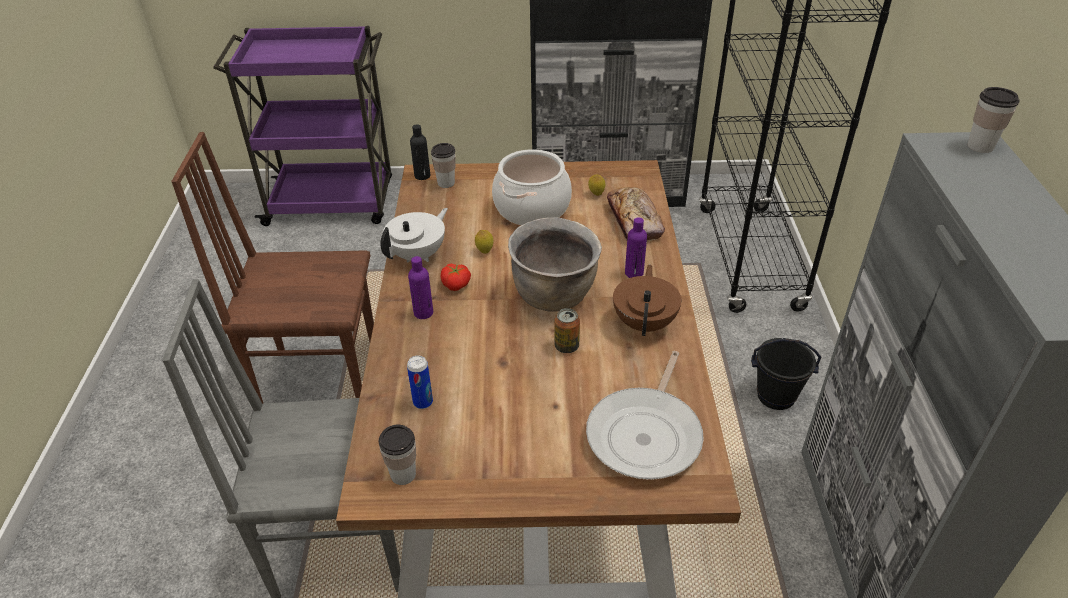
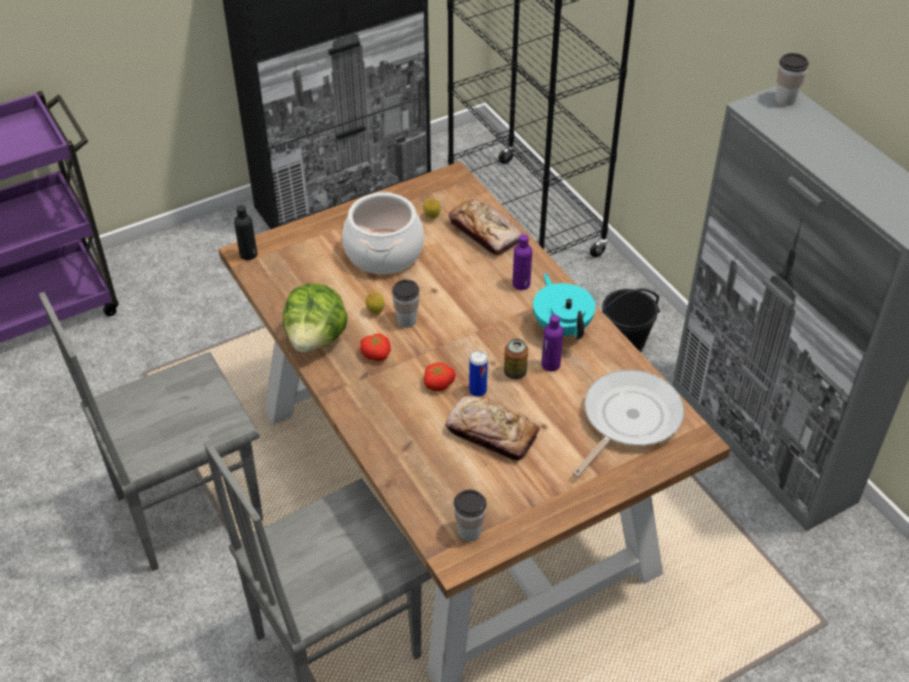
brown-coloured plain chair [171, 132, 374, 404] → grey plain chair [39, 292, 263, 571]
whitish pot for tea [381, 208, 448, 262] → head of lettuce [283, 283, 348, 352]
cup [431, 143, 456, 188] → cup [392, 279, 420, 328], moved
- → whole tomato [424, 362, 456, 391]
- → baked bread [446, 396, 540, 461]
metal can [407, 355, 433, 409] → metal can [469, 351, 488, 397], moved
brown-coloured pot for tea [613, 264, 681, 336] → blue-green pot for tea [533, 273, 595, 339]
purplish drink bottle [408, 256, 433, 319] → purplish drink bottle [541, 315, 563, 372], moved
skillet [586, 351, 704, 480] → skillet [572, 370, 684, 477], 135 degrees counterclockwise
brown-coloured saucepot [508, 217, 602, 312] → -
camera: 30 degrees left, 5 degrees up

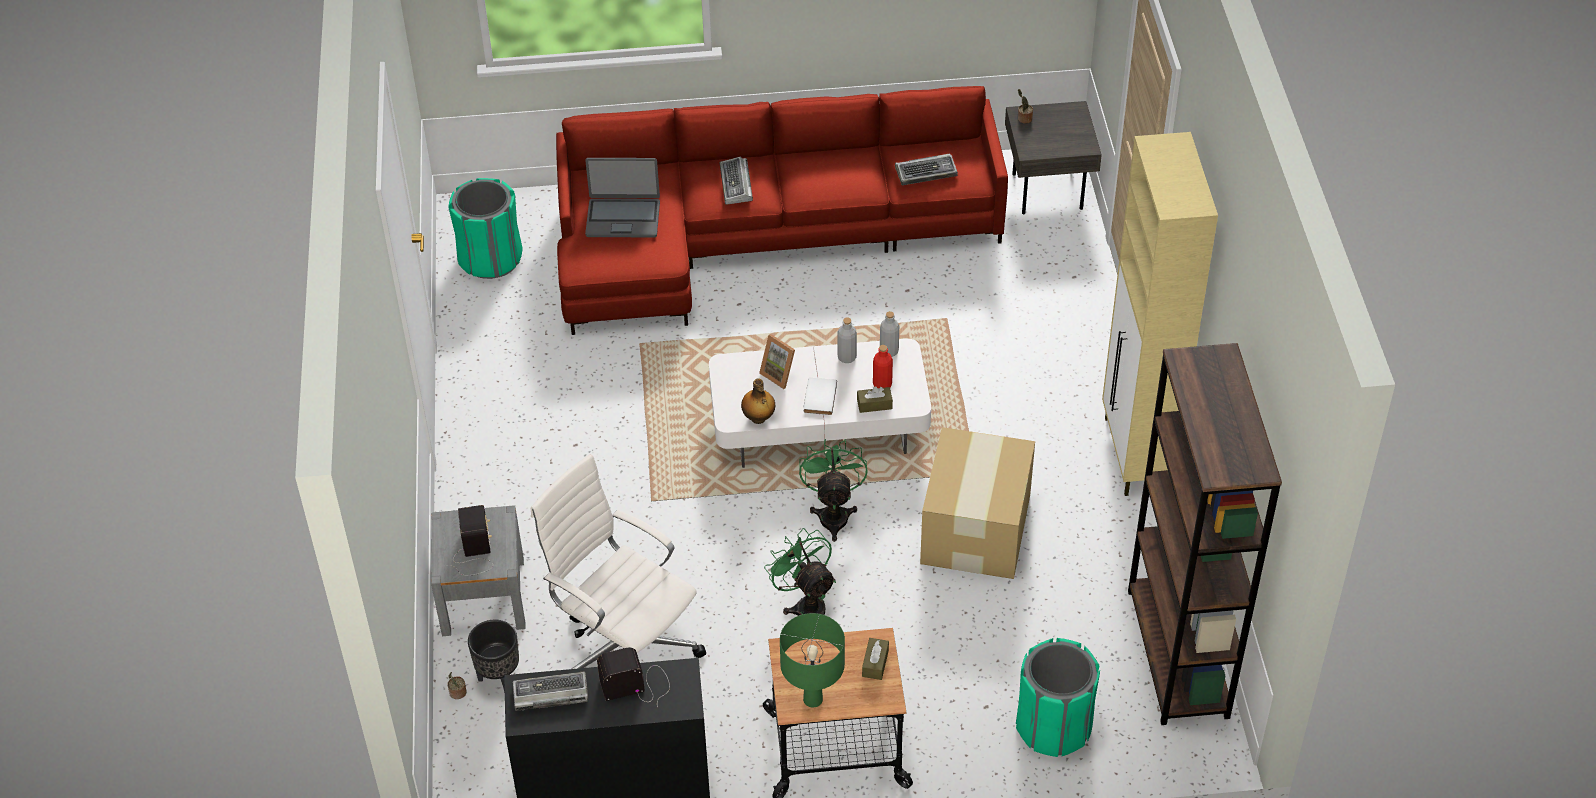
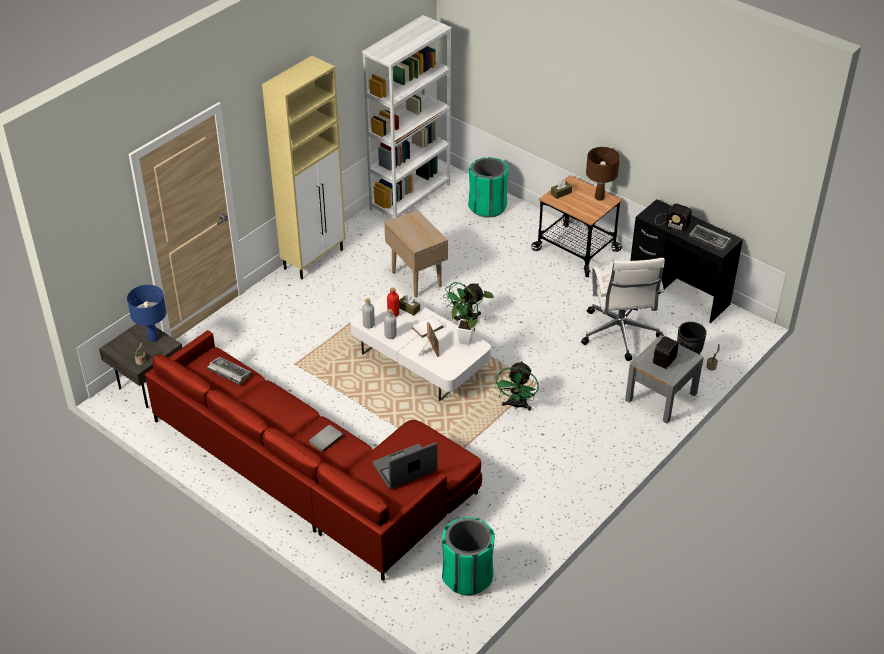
- → blue tabletop lamp [127, 285, 167, 342]
PC keyboard [720, 157, 753, 205] → grey volume [309, 425, 344, 453]
brown-coloured shelving unit [1128, 343, 1282, 725] → whitish shelving unit [362, 15, 451, 218]
portable computer [585, 158, 660, 237] → portable computer [372, 442, 438, 489], 75 degrees counterclockwise
carton [920, 427, 1035, 579] → sand-coloured accent table [384, 209, 448, 297]
drink bottle [741, 379, 775, 424] → houseplant [451, 290, 494, 345]
green cooling fan [764, 528, 836, 616] → green cooling fan [495, 361, 539, 411], moved
green tabletop lamp [780, 613, 845, 708] → brown-coloured tabletop lamp [586, 147, 620, 201]
camera: 135 degrees left, 5 degrees down

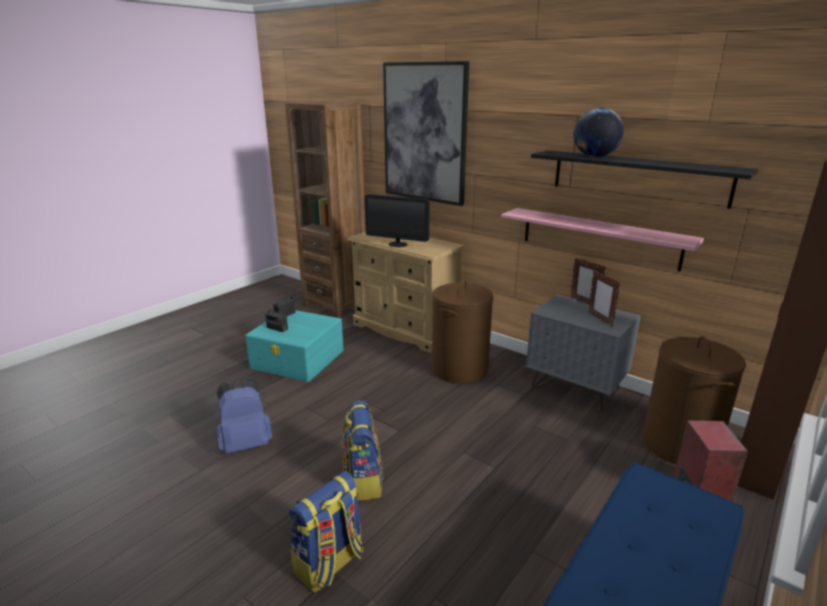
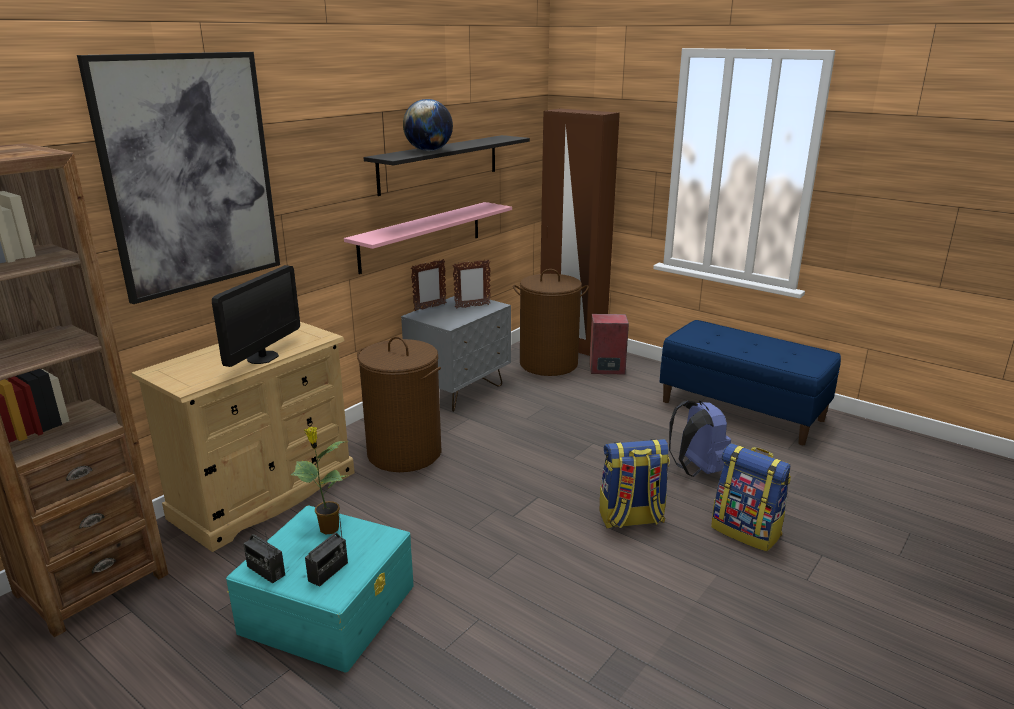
- → houseplant [291, 427, 349, 535]
blue knapsack [216, 377, 272, 454] → blue knapsack [669, 401, 731, 477], moved
camera: 90 degrees left, 0 degrees up

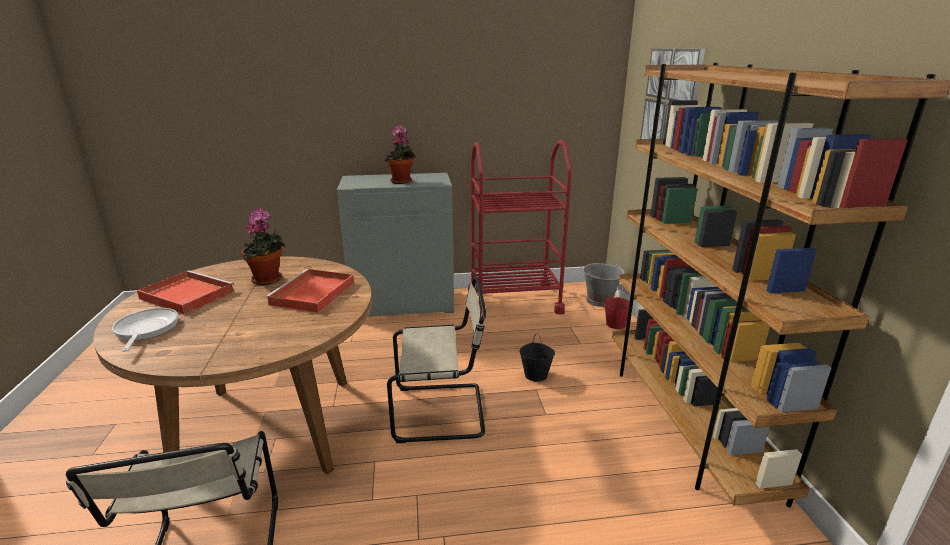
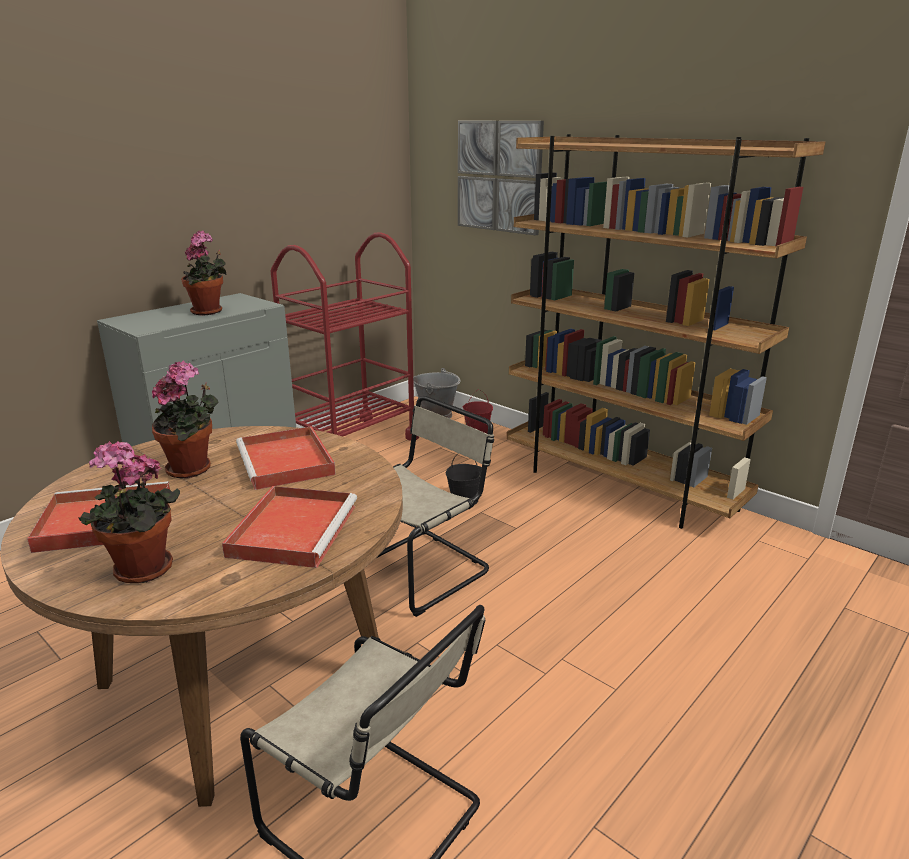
skillet [112, 308, 178, 352] → houseplant [78, 441, 180, 583]
- → red carrying tray [222, 486, 357, 568]
camera: 40 degrees left, 0 degrees up

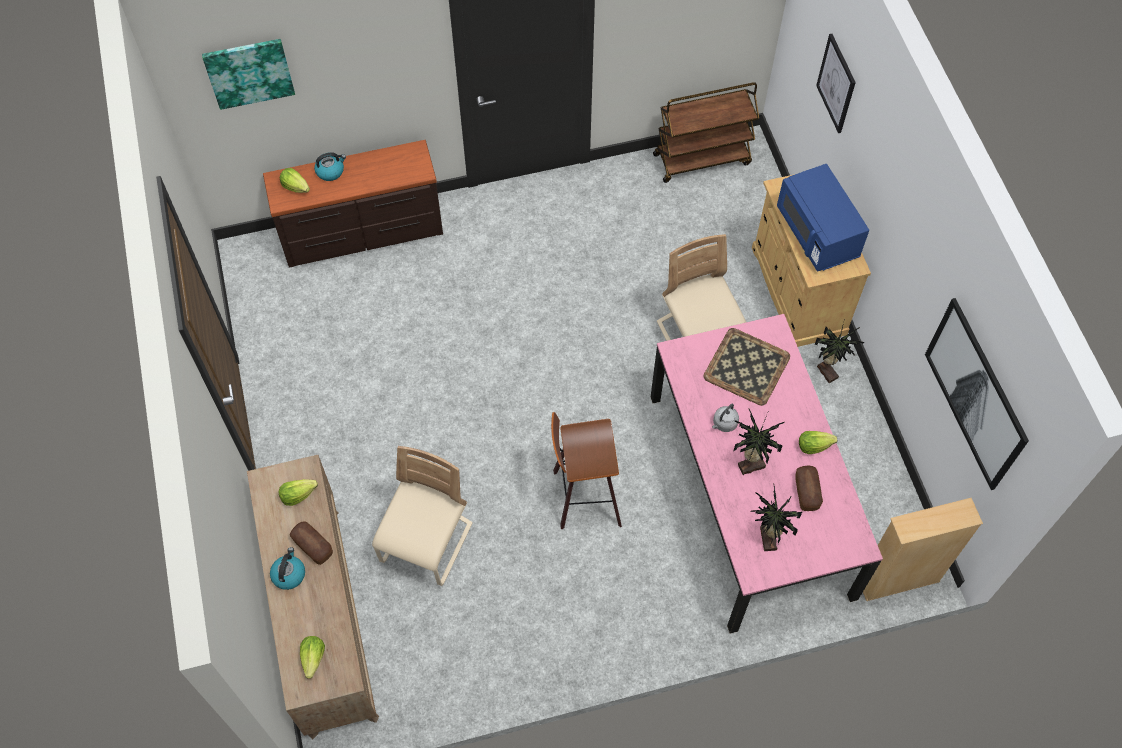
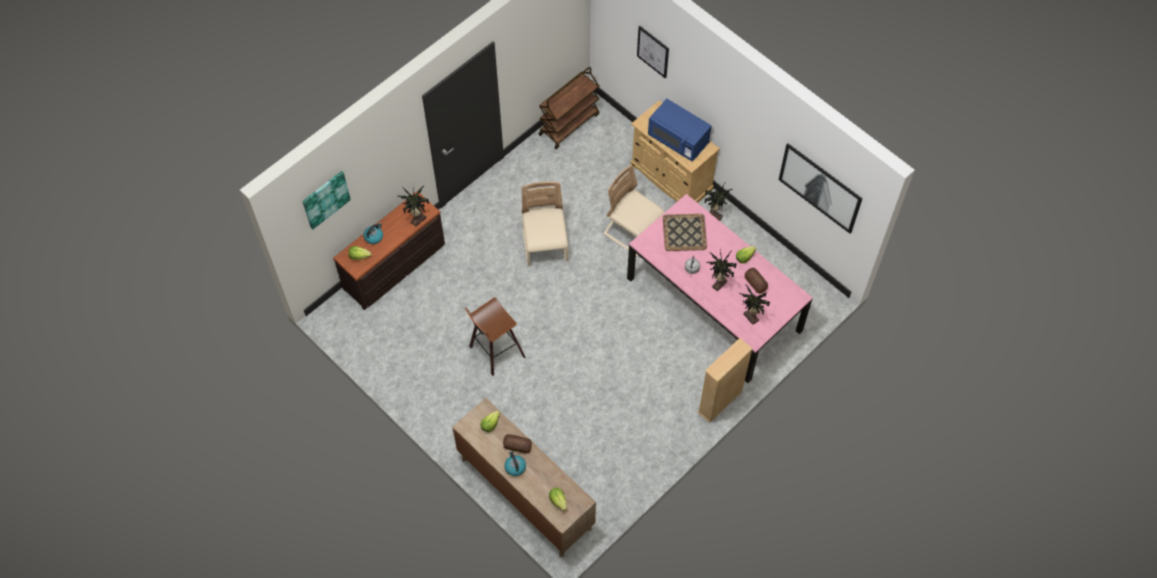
- → houseplant [397, 186, 429, 226]
stool [551, 412, 622, 529] → stool [465, 297, 526, 376], moved
sand-coloured plain chair [372, 446, 473, 586] → sand-coloured plain chair [522, 182, 568, 266], moved
sand-coloured shelving unit [863, 498, 983, 601] → sand-coloured shelving unit [698, 338, 753, 423], moved
camera: 30 degrees left, 0 degrees up

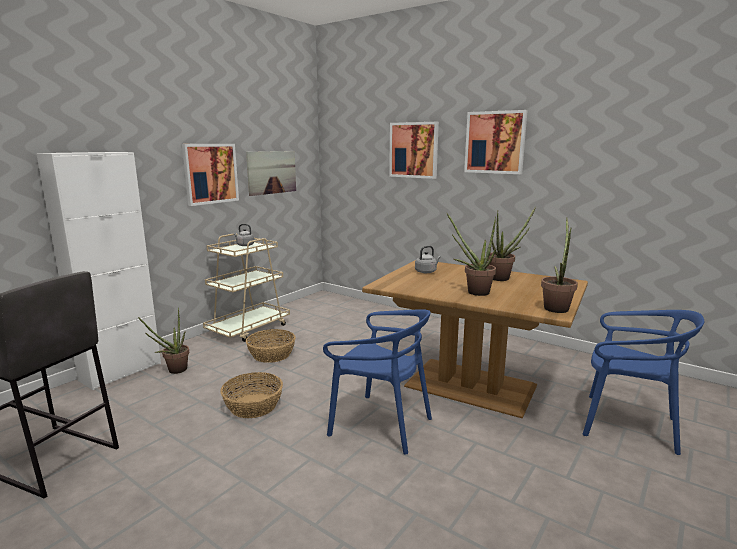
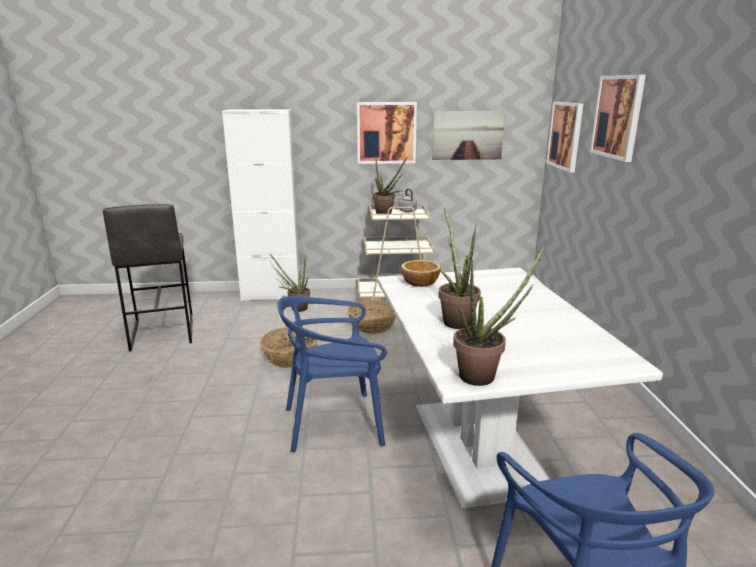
blue plain chair [323, 309, 432, 455] → blue plain chair [277, 296, 387, 452], 90 degrees clockwise
houseplant [488, 207, 536, 281] → houseplant [373, 156, 408, 214], moved
brown-coloured kitchen table [362, 260, 588, 418] → whitish kitchen table [377, 268, 663, 509]
- → serving bowl [401, 260, 441, 287]
wall picture [464, 110, 528, 174] → wall picture [546, 102, 583, 173], moved
grey kettle [415, 246, 441, 273] → -
camera: 50 degrees right, 5 degrees up

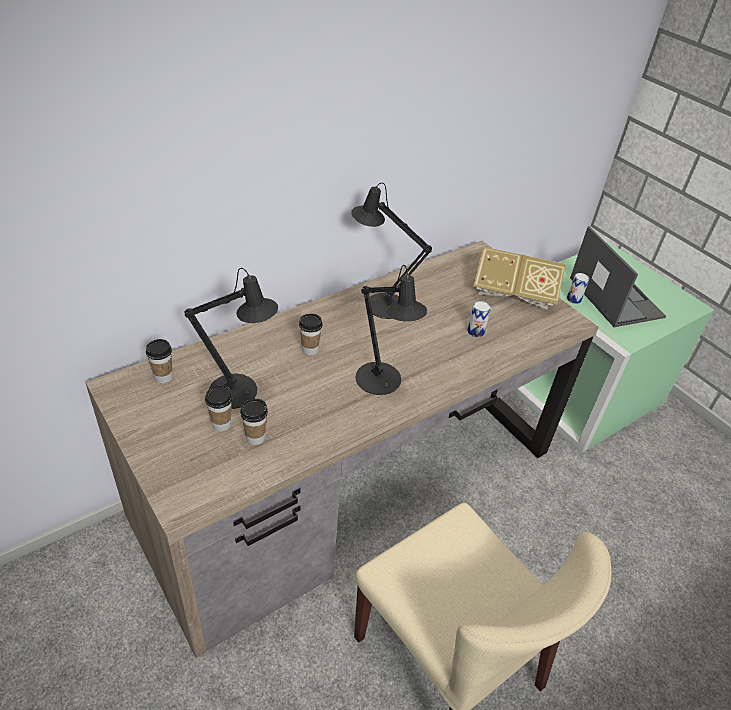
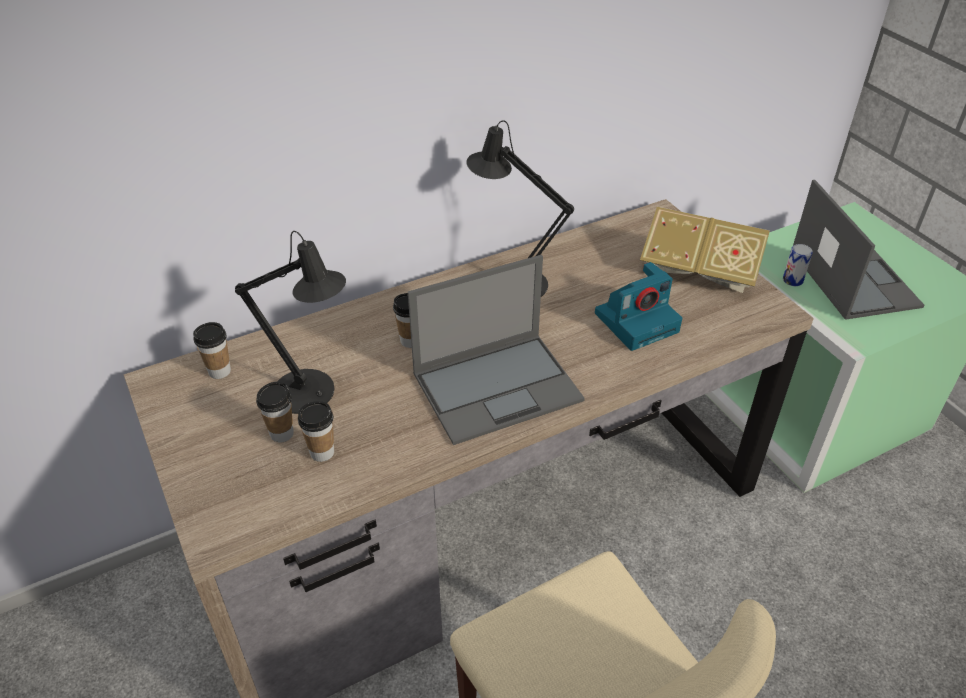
blackish tabletop lamp [355, 265, 427, 395] → portable computer [408, 255, 585, 445]
metal can [467, 301, 491, 337] → photo camera [595, 262, 682, 351]
camera: 10 degrees right, 0 degrees up

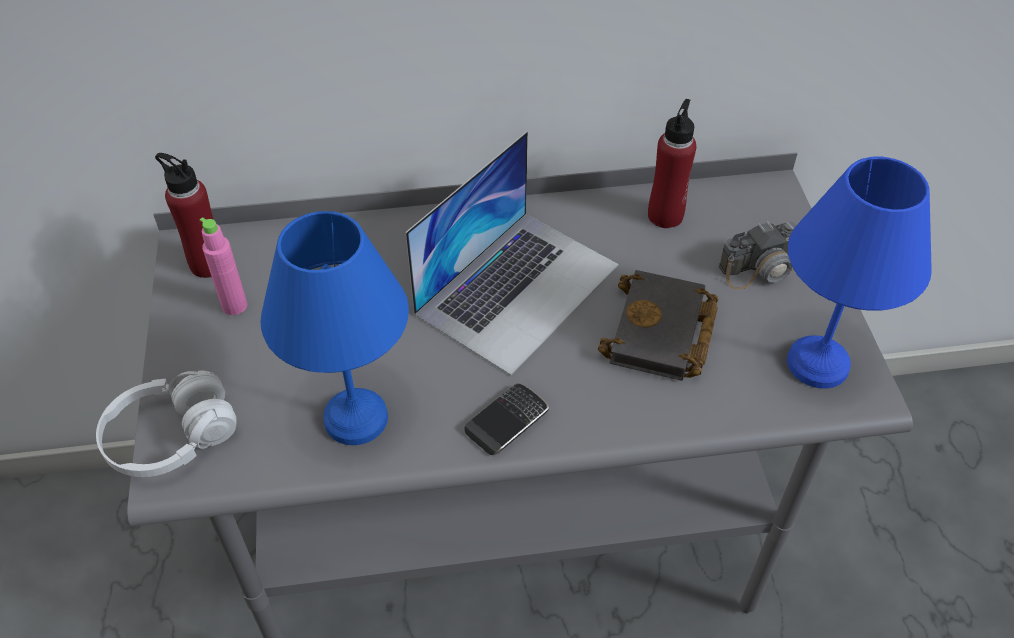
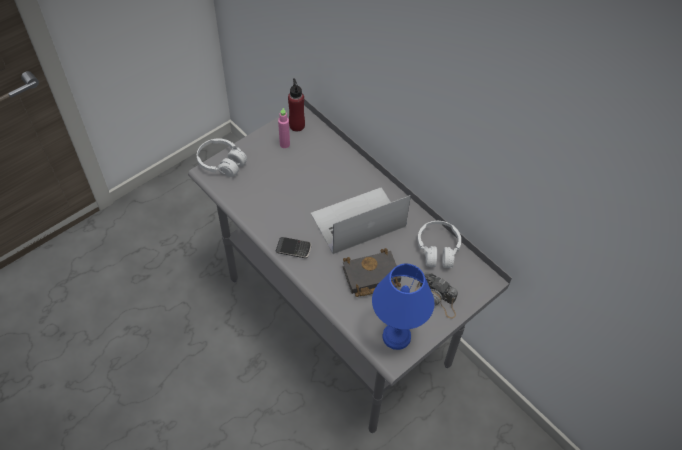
portable computer [405, 131, 619, 376] → portable computer [311, 187, 411, 254], 150 degrees clockwise
red drink bottle [648, 99, 697, 228] → whitish headphones [417, 221, 461, 268]
blue tabletop lamp [261, 211, 409, 445] → -
camera: 55 degrees right, 5 degrees up

